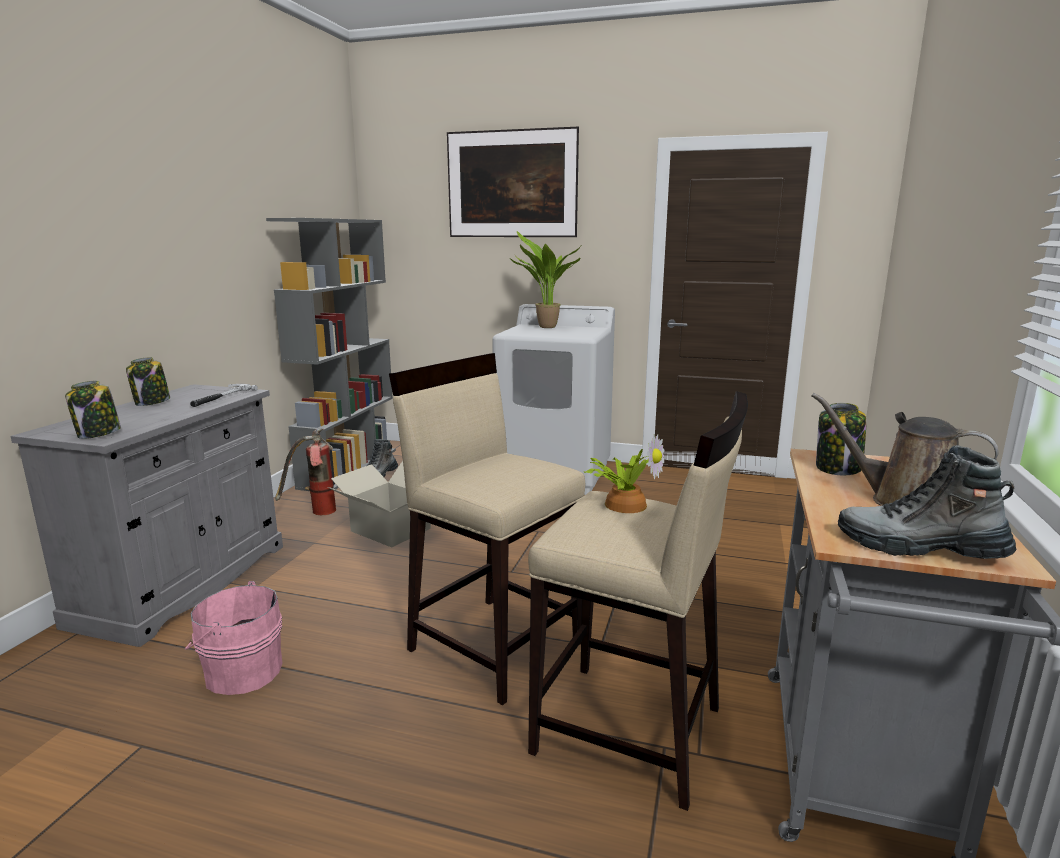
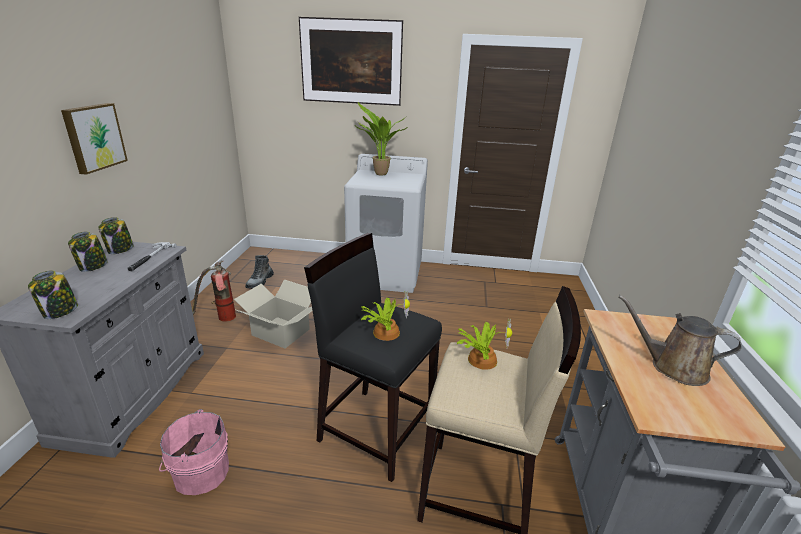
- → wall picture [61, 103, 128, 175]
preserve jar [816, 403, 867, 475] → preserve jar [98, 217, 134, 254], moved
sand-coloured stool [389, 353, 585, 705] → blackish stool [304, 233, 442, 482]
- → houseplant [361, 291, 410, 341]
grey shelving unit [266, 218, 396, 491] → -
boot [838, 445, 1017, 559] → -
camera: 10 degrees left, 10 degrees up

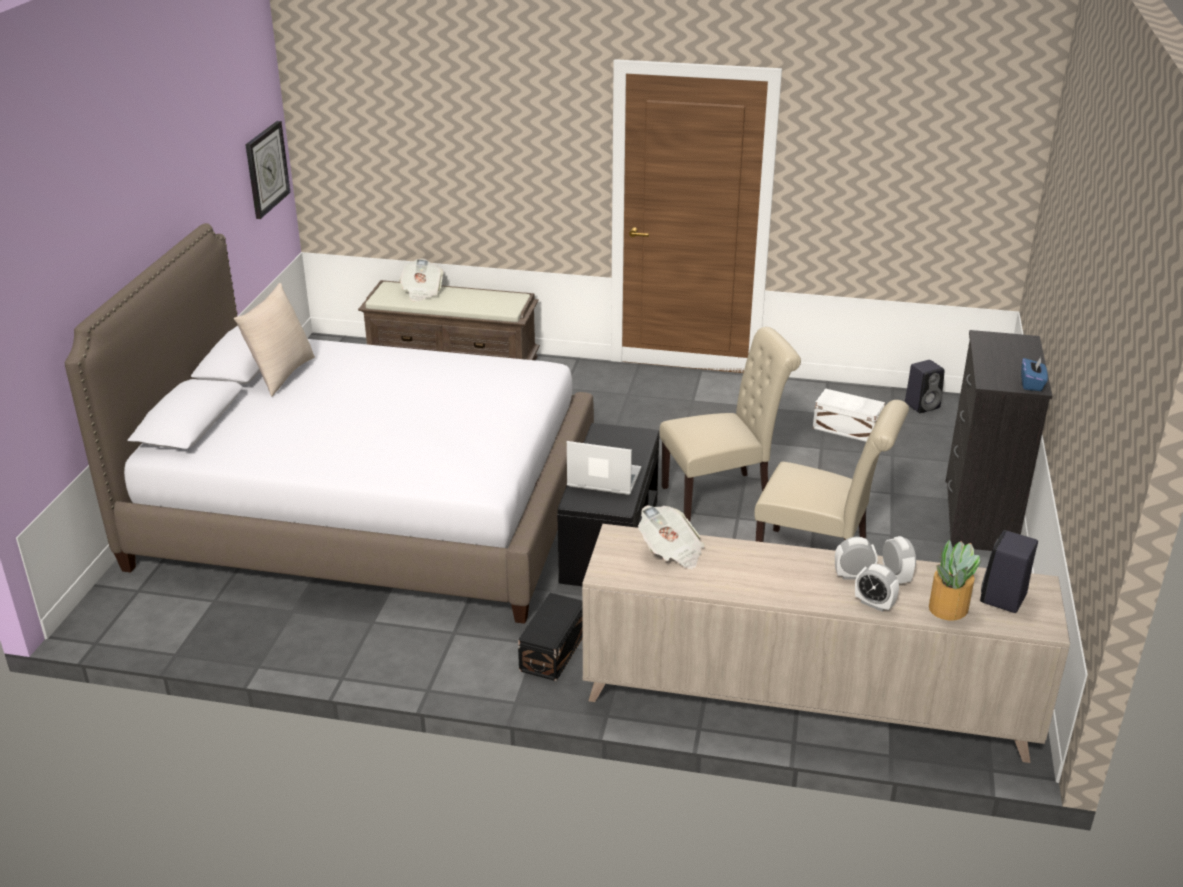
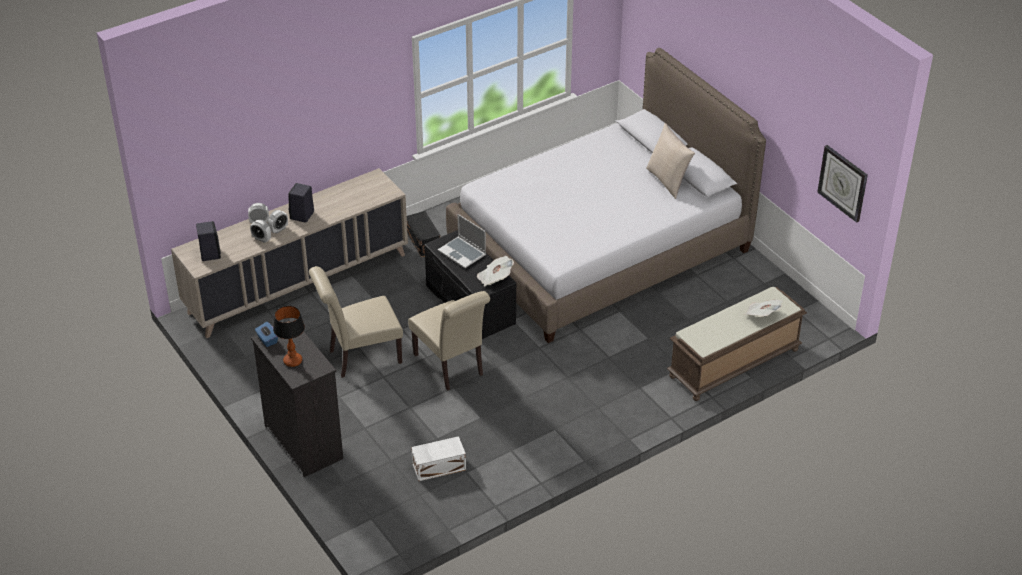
- → tabletop lamp [273, 306, 305, 367]
blackish speaker [905, 360, 945, 413] → blackish speaker [288, 183, 314, 223], moved
sand-coloured plain chair [659, 327, 801, 522] → sand-coloured plain chair [408, 291, 490, 391], 60 degrees counterclockwise
portable computer [567, 441, 641, 495] → portable computer [438, 214, 486, 268], 75 degrees clockwise
printed paper [638, 505, 705, 570] → printed paper [477, 256, 514, 286], moved
houseplant [929, 540, 980, 620] → -
camera: 135 degrees right, 10 degrees up

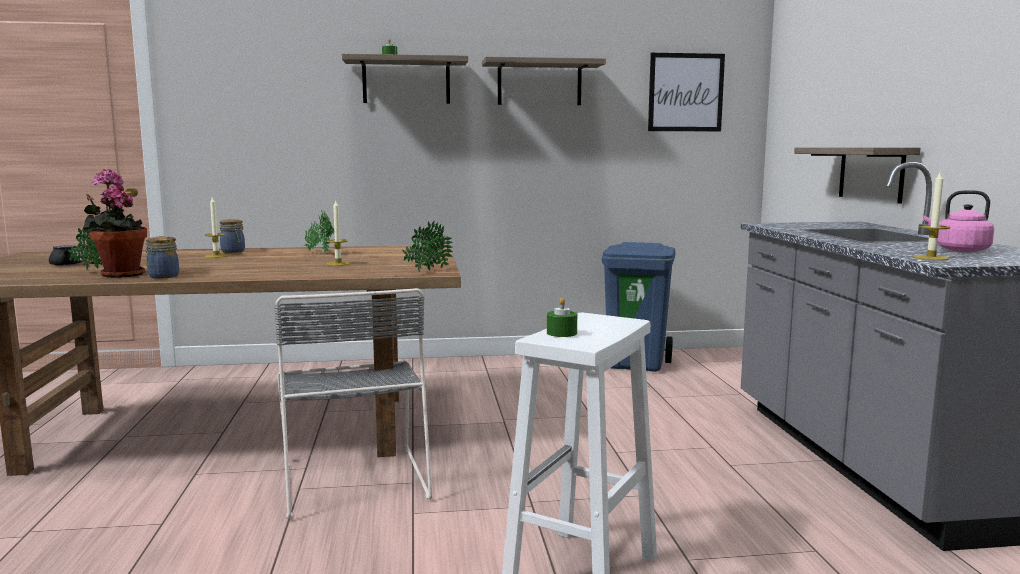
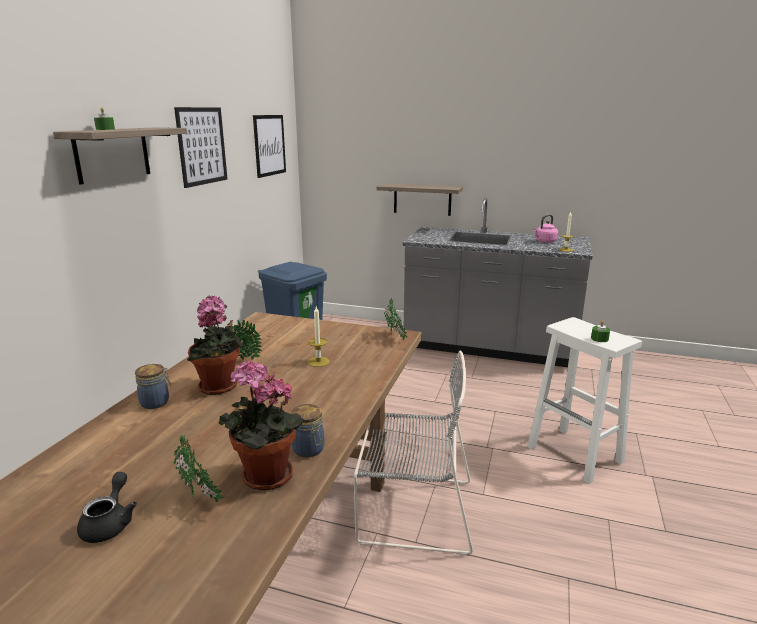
wall shelf [482, 57, 606, 105] → wall picture [174, 107, 228, 188]
- → houseplant [187, 295, 243, 395]
candle [204, 197, 228, 258] → -
camera: 65 degrees left, 10 degrees up

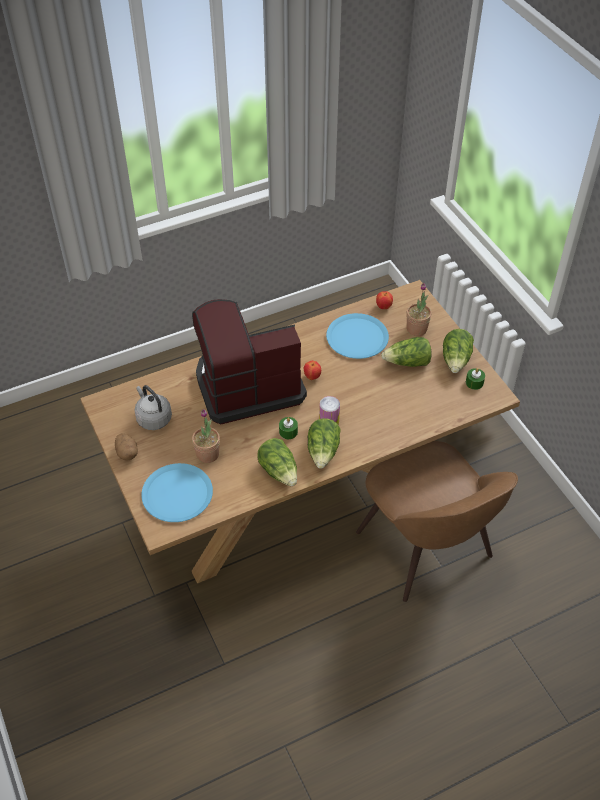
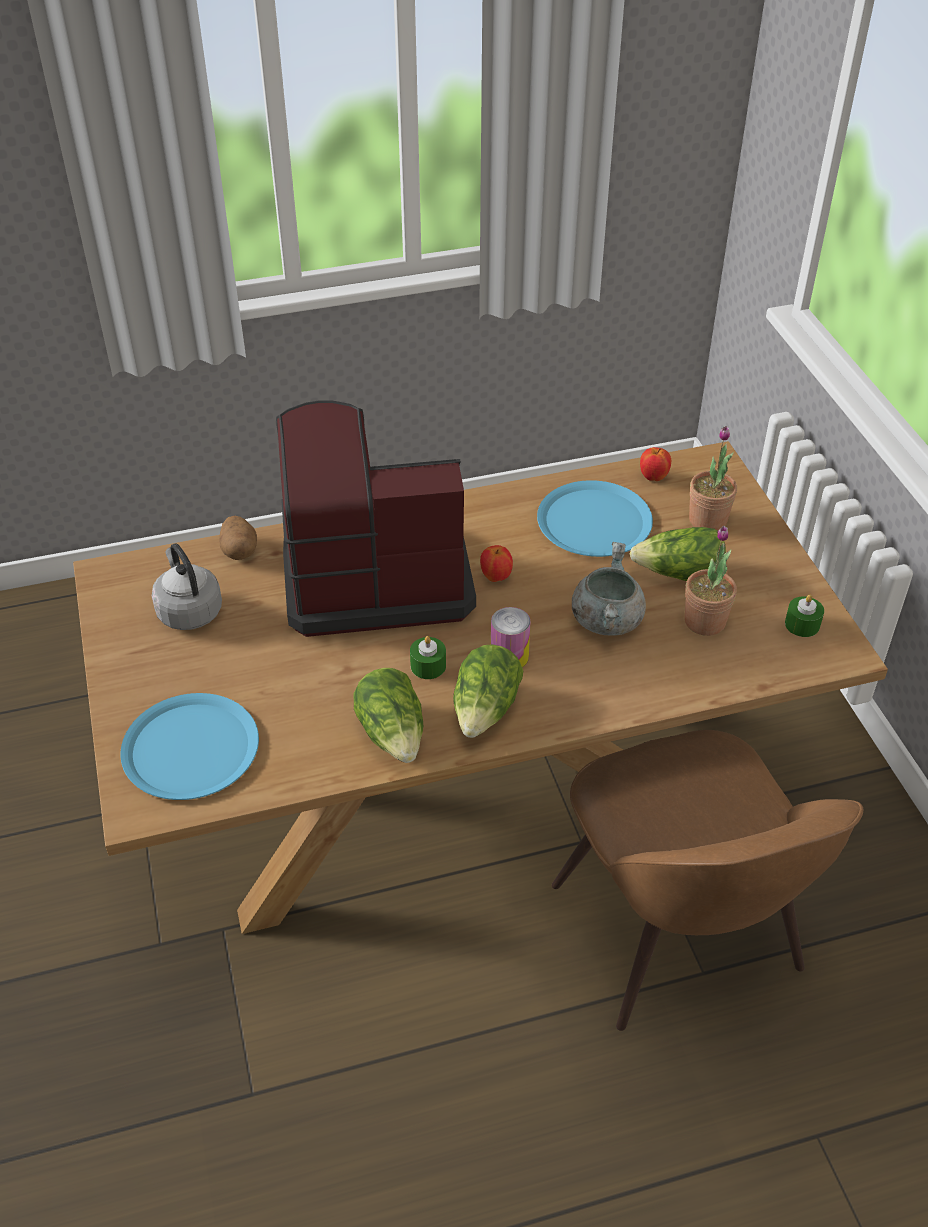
spud [115, 433, 138, 461] → spud [219, 516, 257, 560], moved
- → grey saucepot [572, 542, 646, 636]
houseplant [192, 409, 220, 463] → houseplant [685, 526, 737, 636], moved
head of lettuce [443, 329, 474, 373] → -
camera: 10 degrees right, 5 degrees down

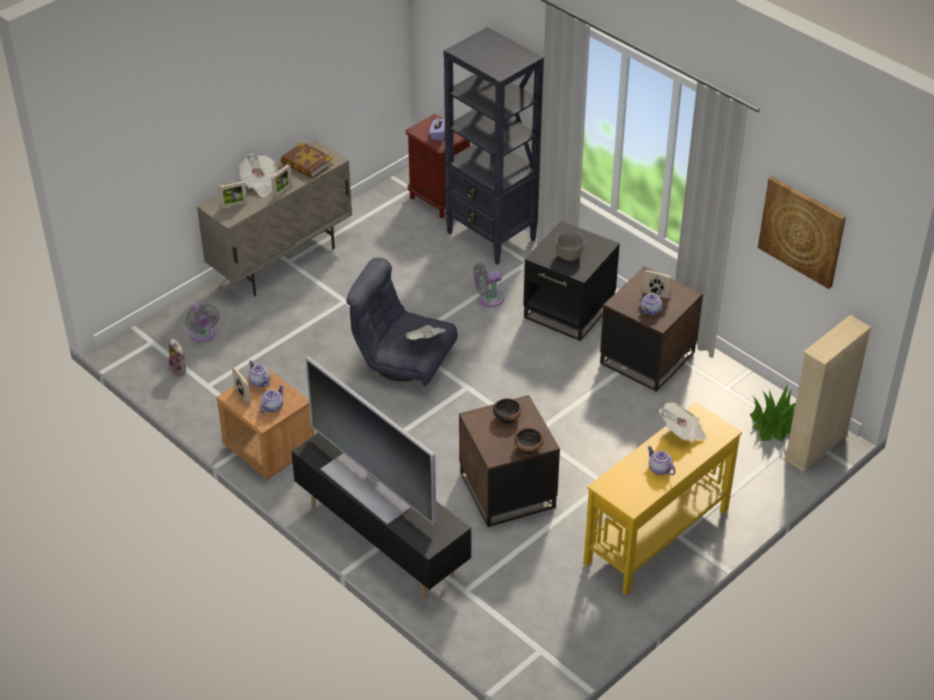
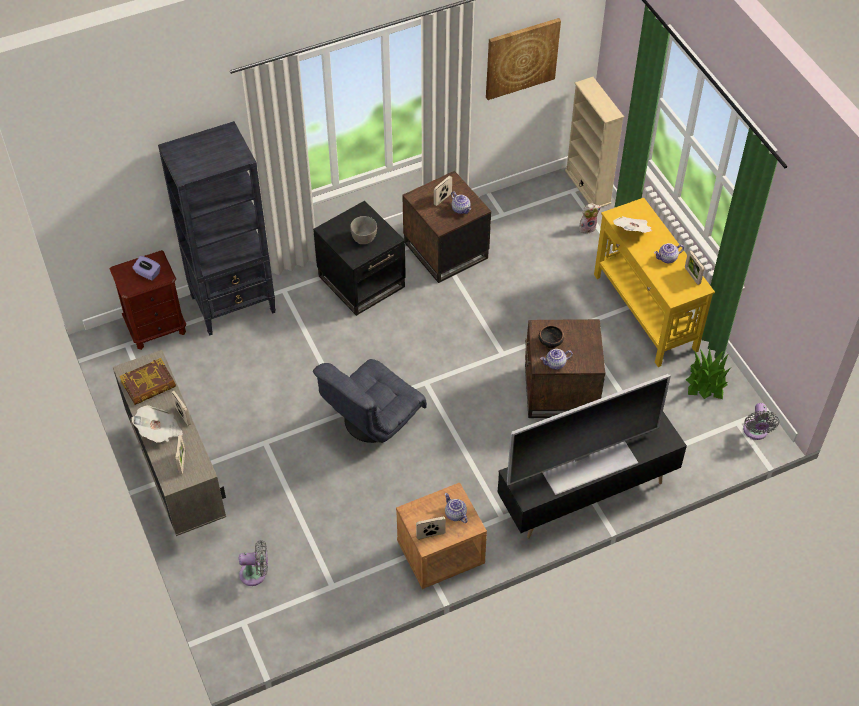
pot for tea [248, 360, 271, 387] → pot for tea [540, 349, 573, 370], moved
soft toy [168, 339, 186, 377] → soft toy [579, 203, 601, 234], moved
- → standing frame [685, 250, 704, 285]
houseplant [750, 384, 796, 442] → houseplant [686, 348, 731, 399], moved
grey cooling fan [473, 263, 504, 307] → grey cooling fan [743, 403, 779, 440], moved
printed paper [405, 325, 446, 340] → -
serving bowl [514, 428, 544, 454] → -
camera: 70 degrees left, 10 degrees up

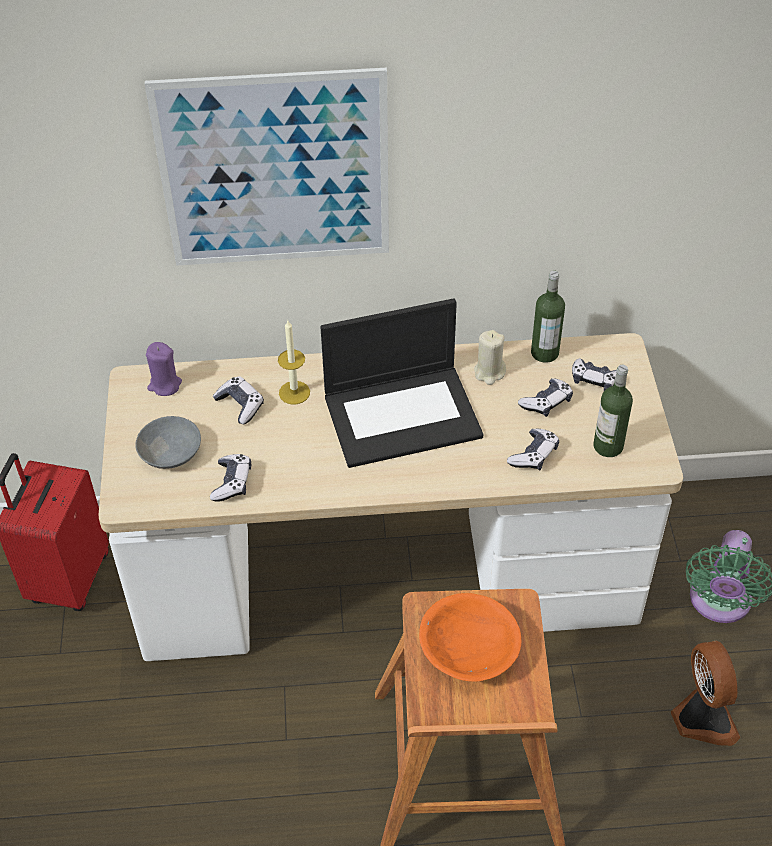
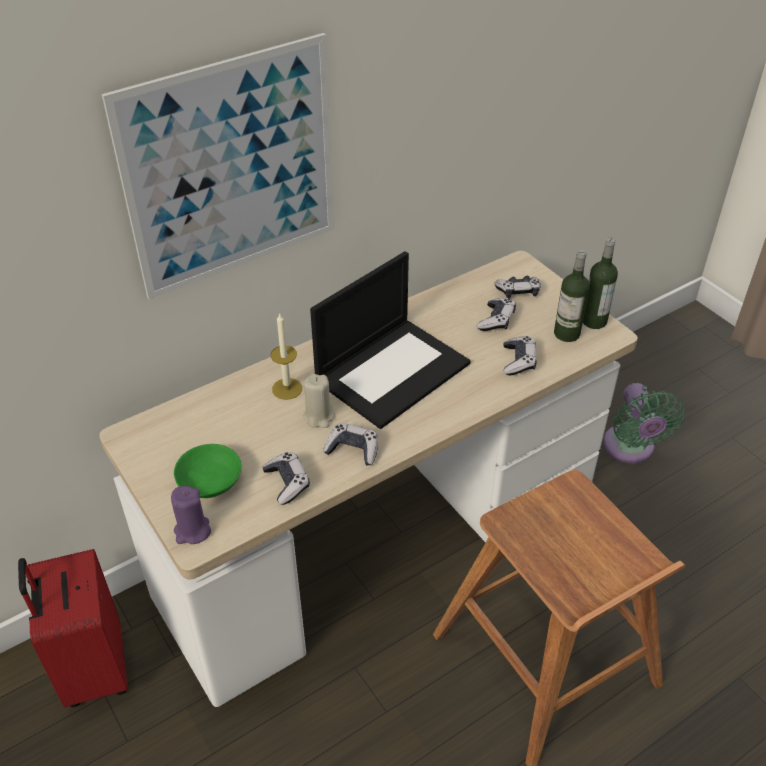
purplish candle [146, 342, 182, 396] → purplish candle [171, 486, 211, 544], moved
grey serving bowl [135, 416, 201, 469] → green serving bowl [174, 444, 242, 498]
sand-coloured candle [474, 330, 506, 385] → sand-coloured candle [303, 374, 335, 428], moved
joypad [213, 376, 264, 424] → joypad [323, 423, 378, 466], moved
drink bottle [531, 271, 565, 363] → drink bottle [583, 238, 618, 329], moved
orangey serving bowl [419, 593, 521, 682] → -
cooling fan [671, 641, 741, 746] → -
camera: 30 degrees left, 5 degrees down

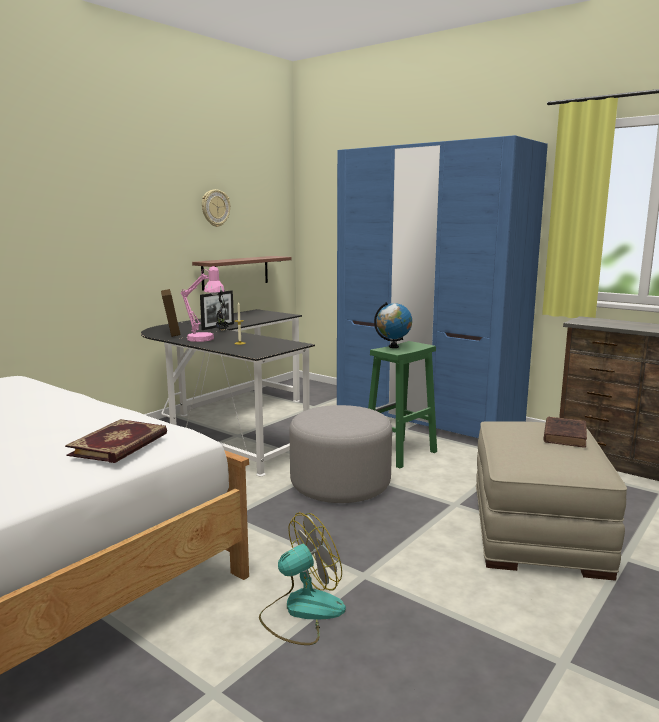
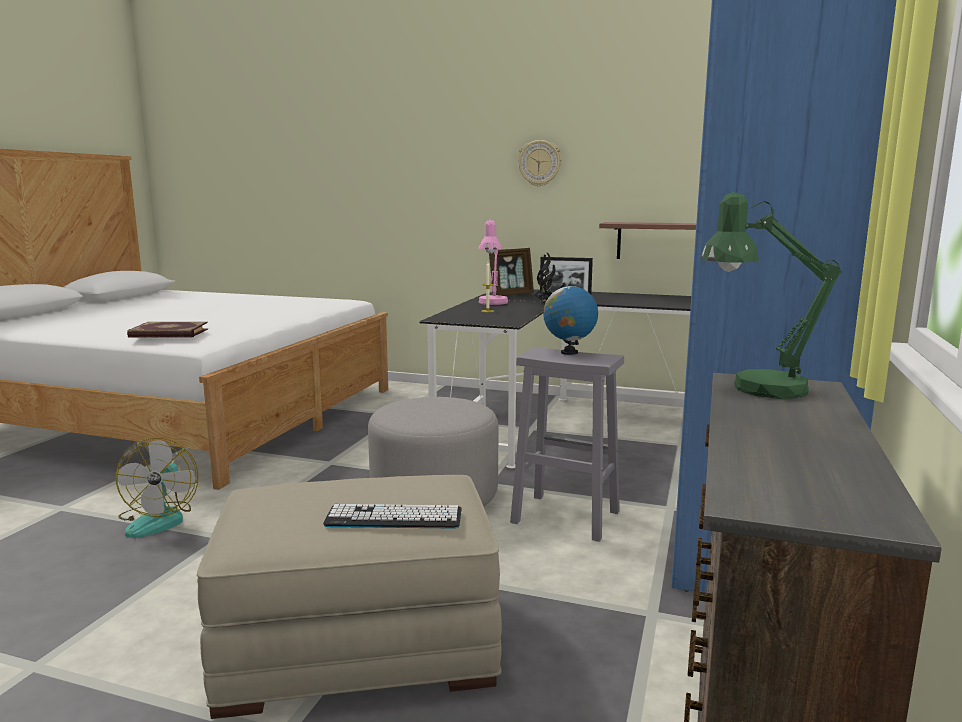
cooling fan [259, 512, 346, 645] → cooling fan [116, 438, 198, 537], 45 degrees clockwise
brown-coloured volume [544, 417, 587, 448] → PC keyboard [323, 504, 462, 529]
green stool [368, 341, 437, 468] → grey stool [510, 347, 624, 542]
wall clock [202, 189, 230, 227] → wall clock [518, 140, 562, 187], moved
- → green tabletop lamp [700, 192, 842, 399]
camera: 70 degrees right, 0 degrees up

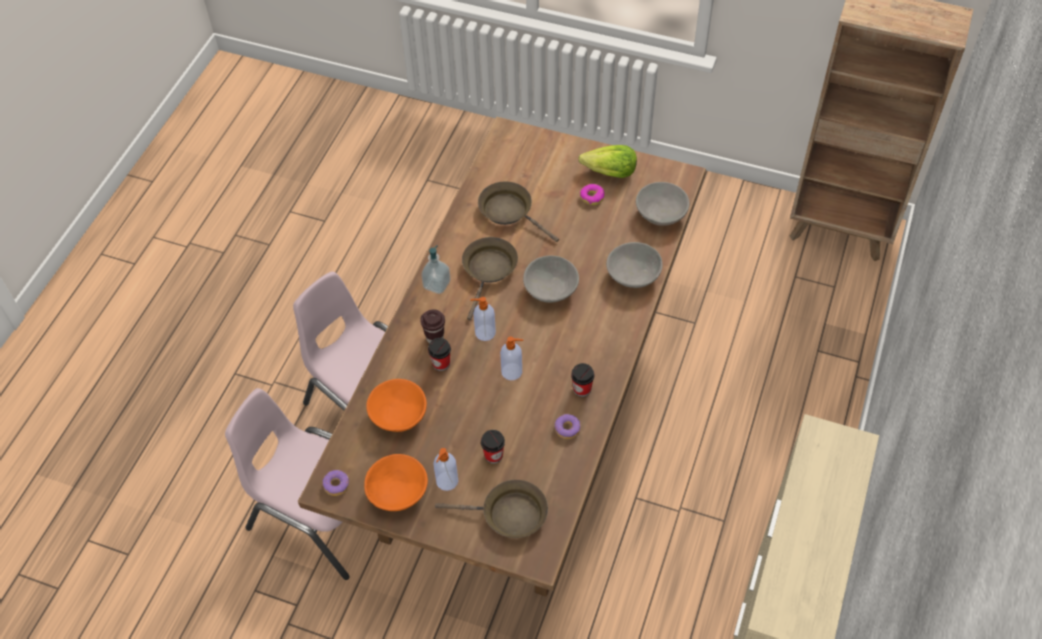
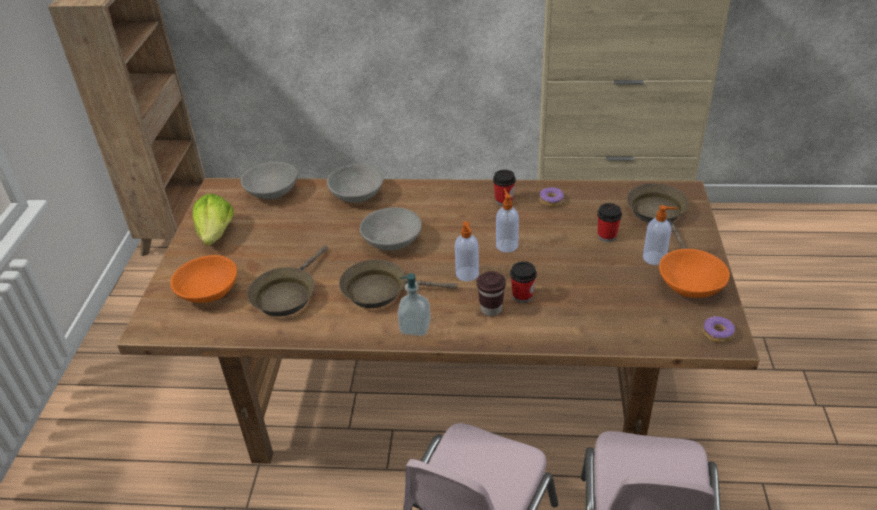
orangey serving bowl [366, 379, 427, 432] → orangey serving bowl [170, 255, 237, 303], moved
donut [580, 184, 605, 205] → -
camera: 105 degrees left, 15 degrees down

